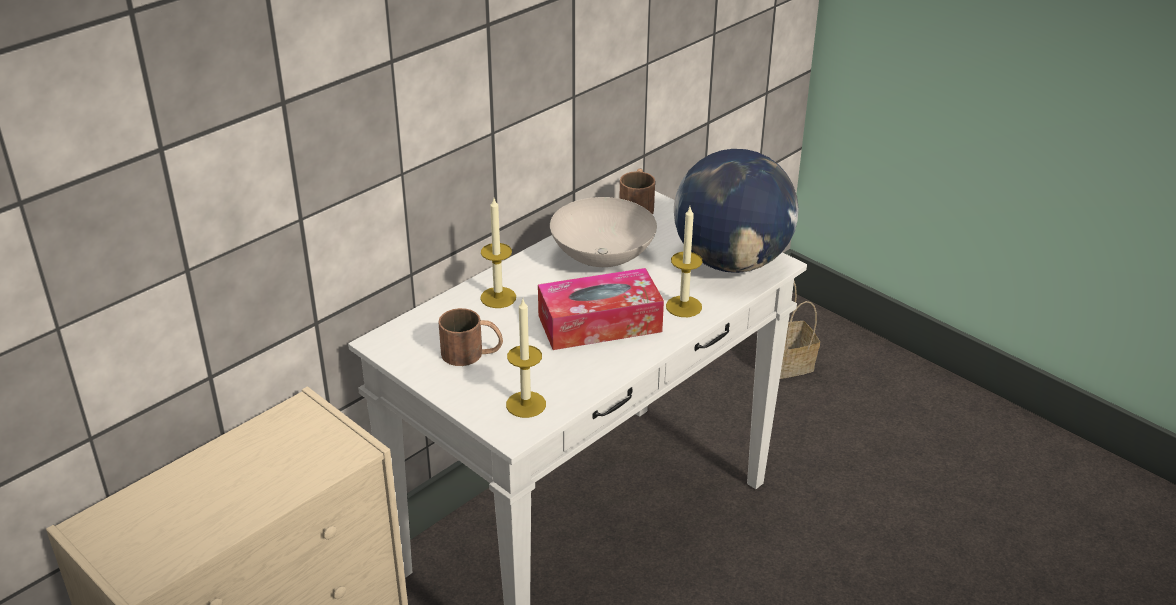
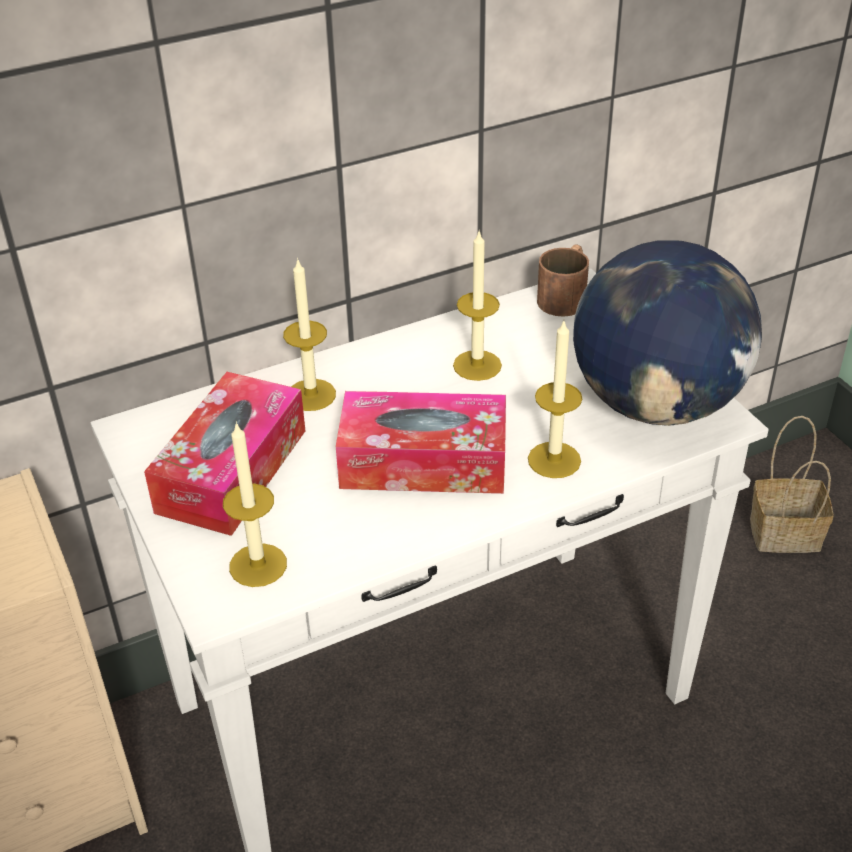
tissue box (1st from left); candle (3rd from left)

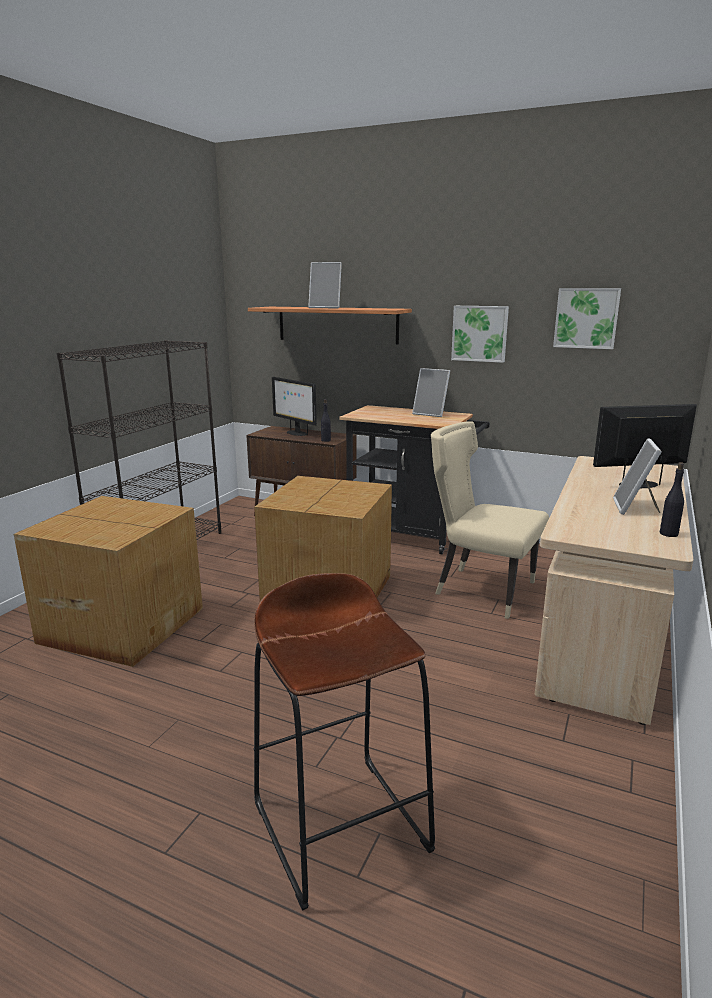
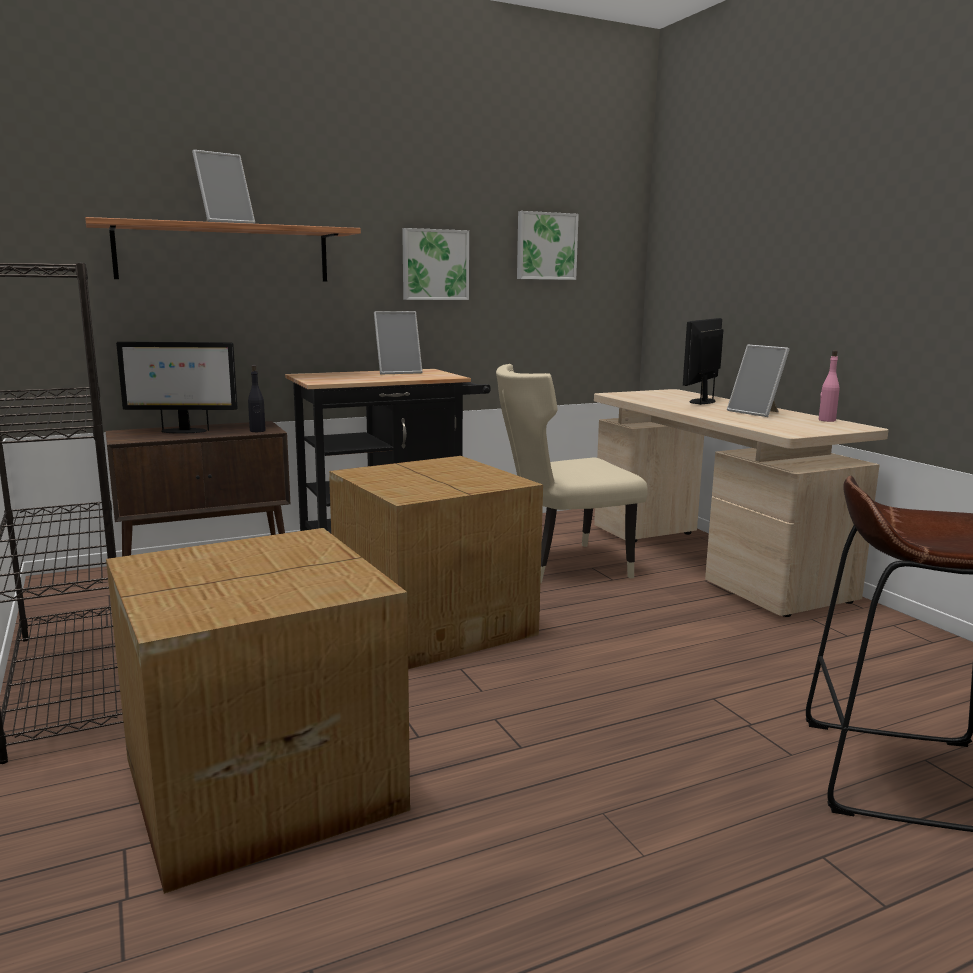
pink bottle

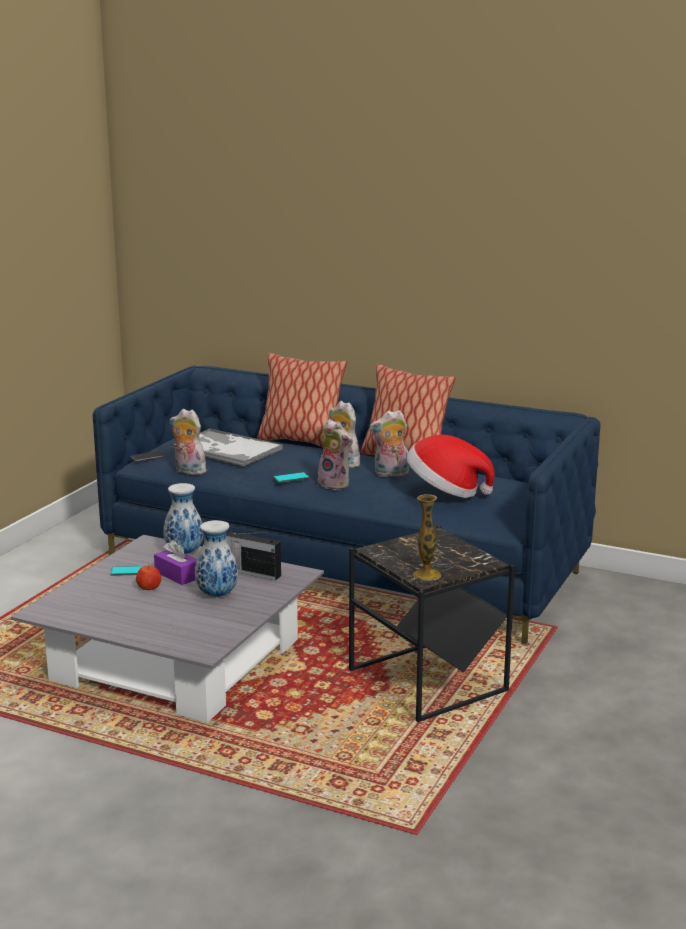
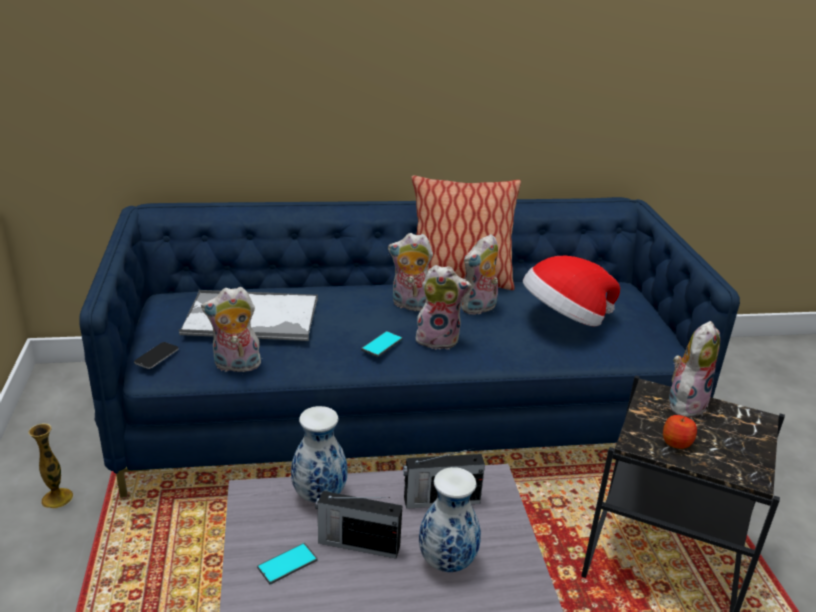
pillow (1st from left in the first image); plush toy (5th from left); apple; vase (1st from left); radio (1st from left)

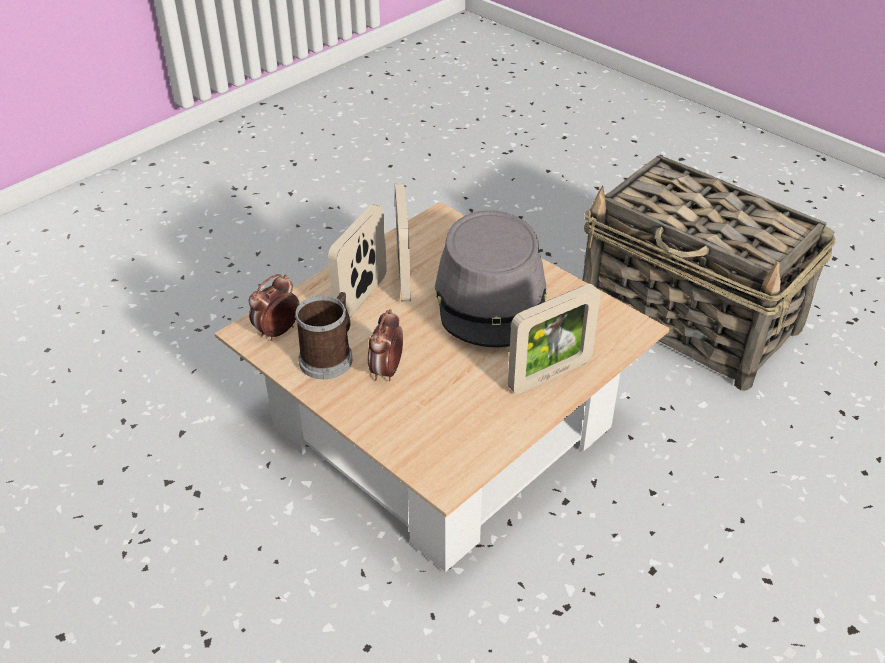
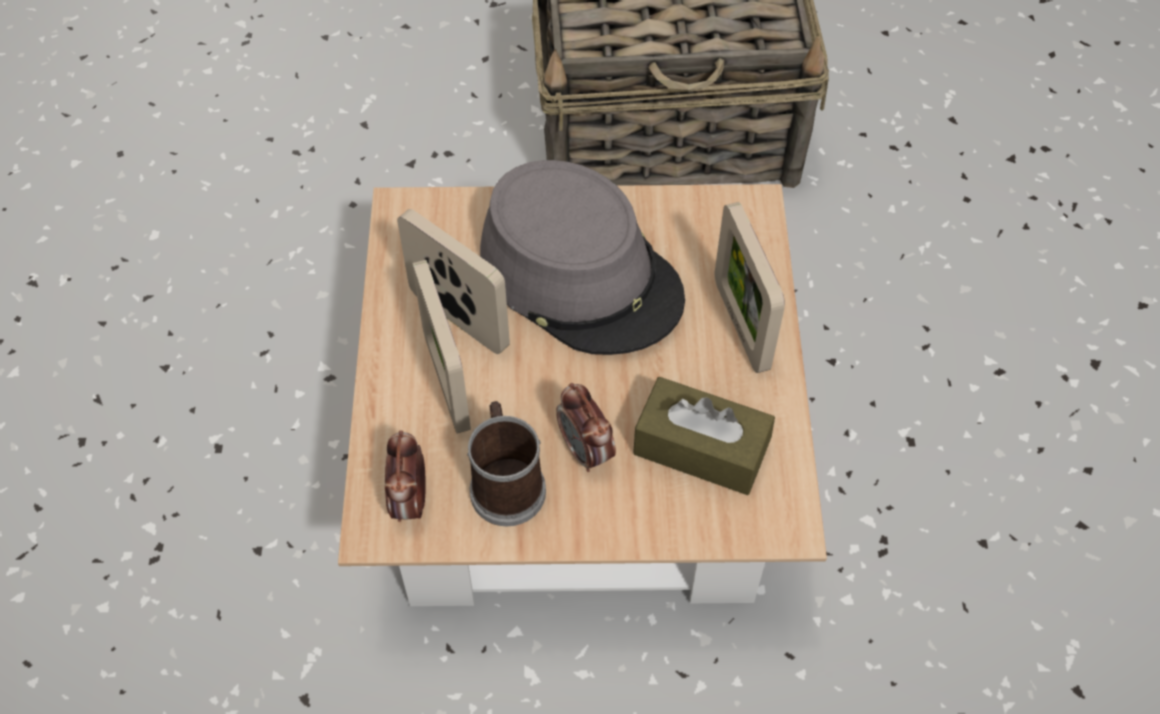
brown tissue box; picture frame (3rd from left)

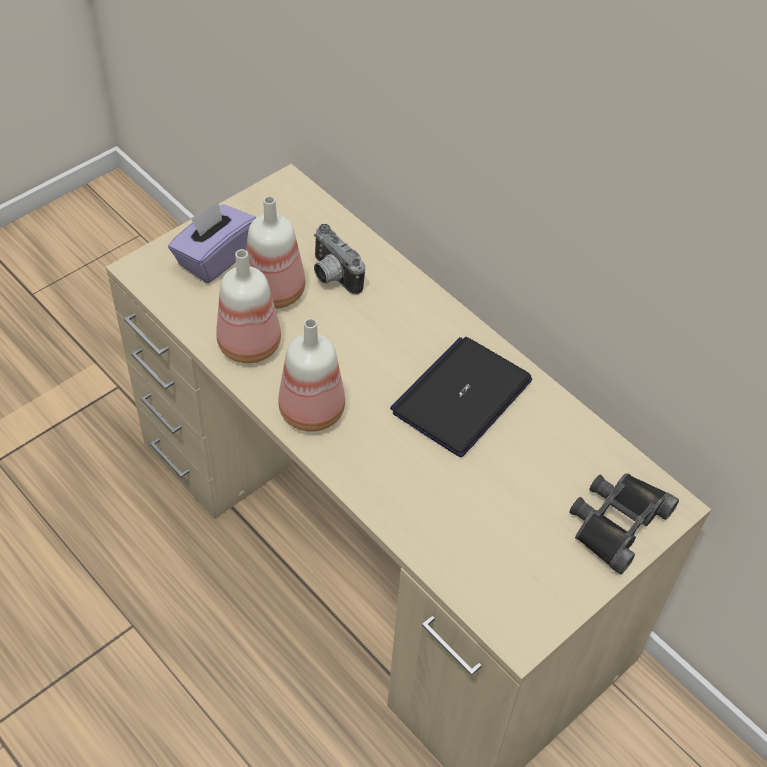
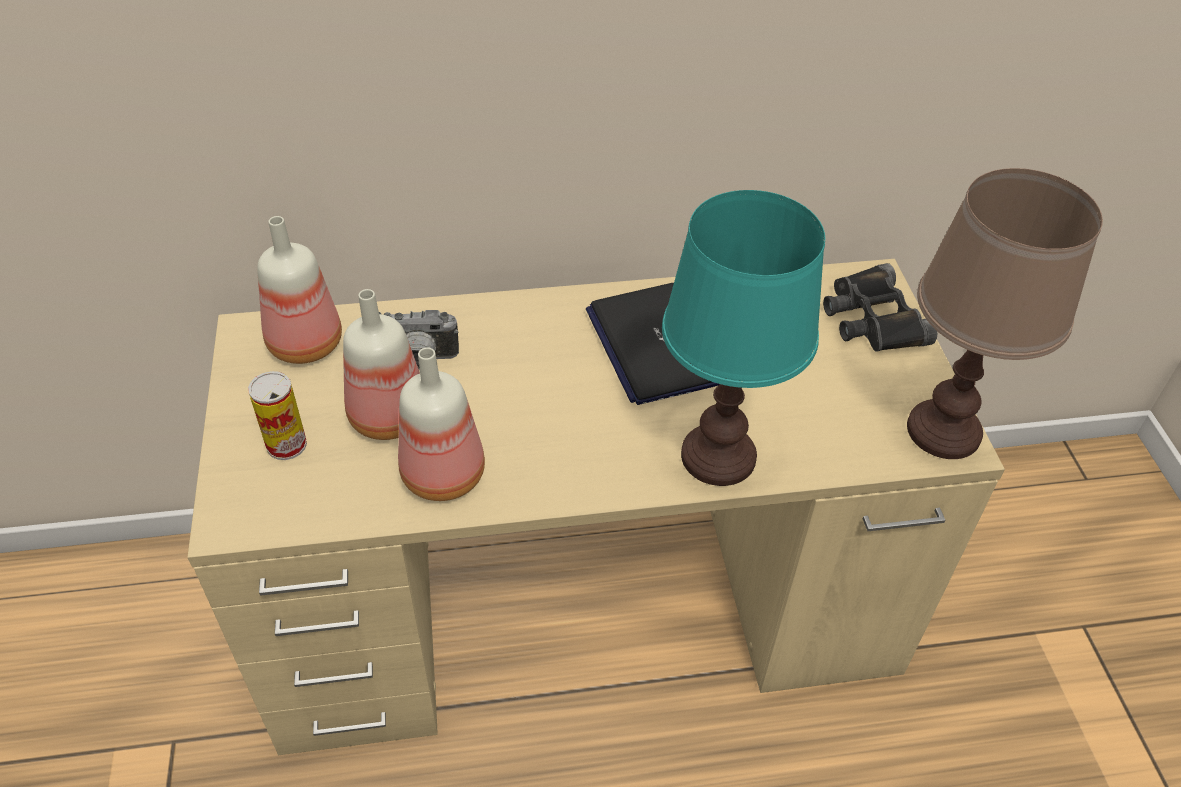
turquoise table lamp; brown table lamp; bottle (1st from left); can

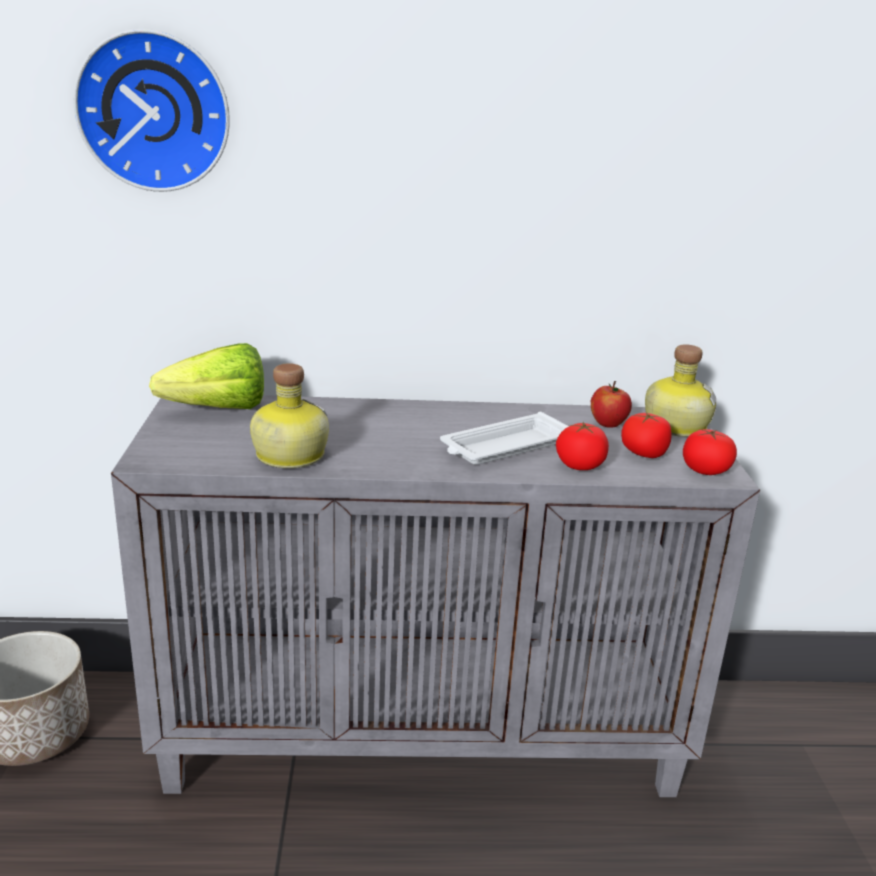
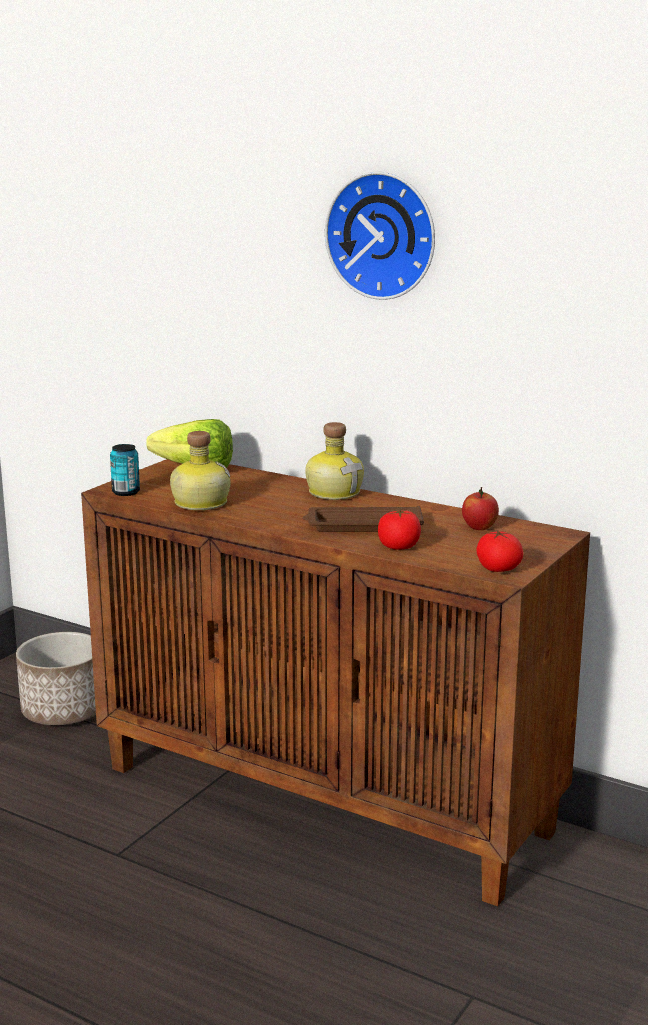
tomato (2nd from left in the first image); can; wall clock; bottle (2nd from left); brown cabinet; brown tray

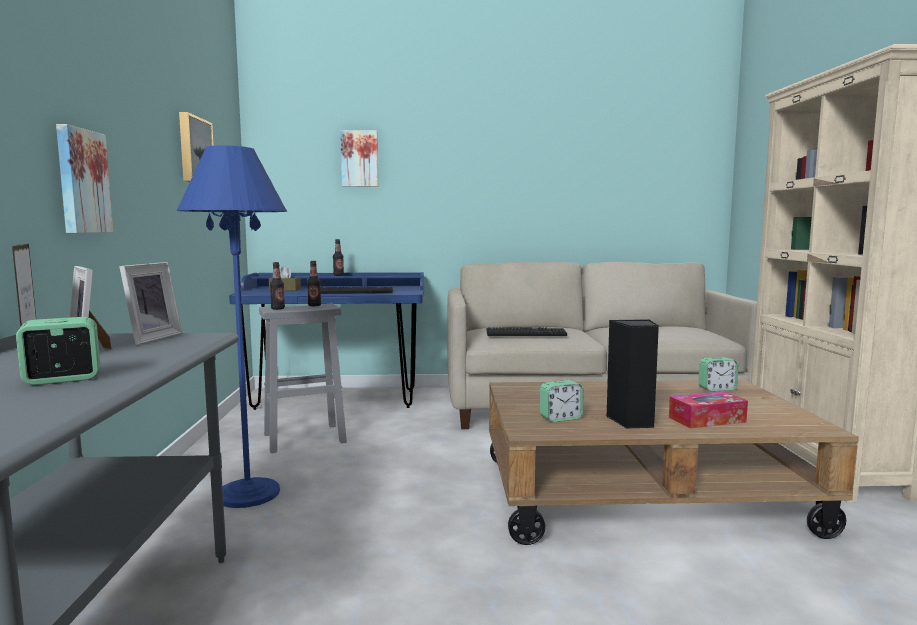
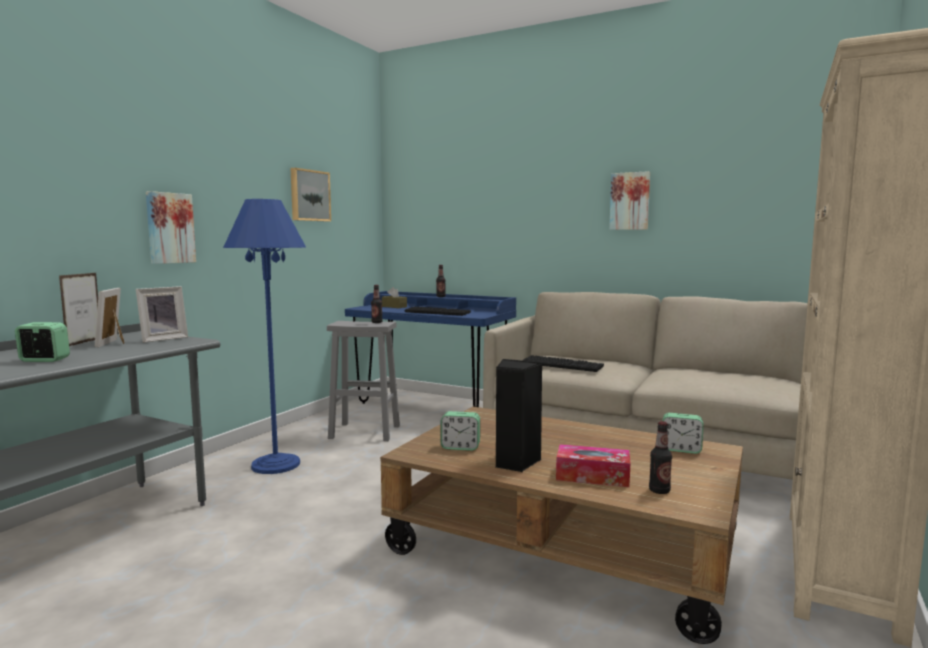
bottle (3rd from left); picture (3rd from left)

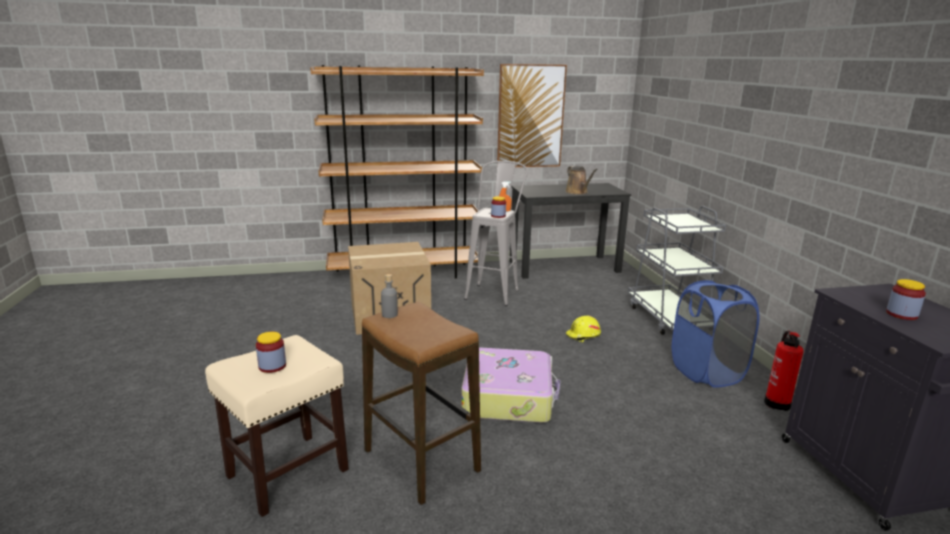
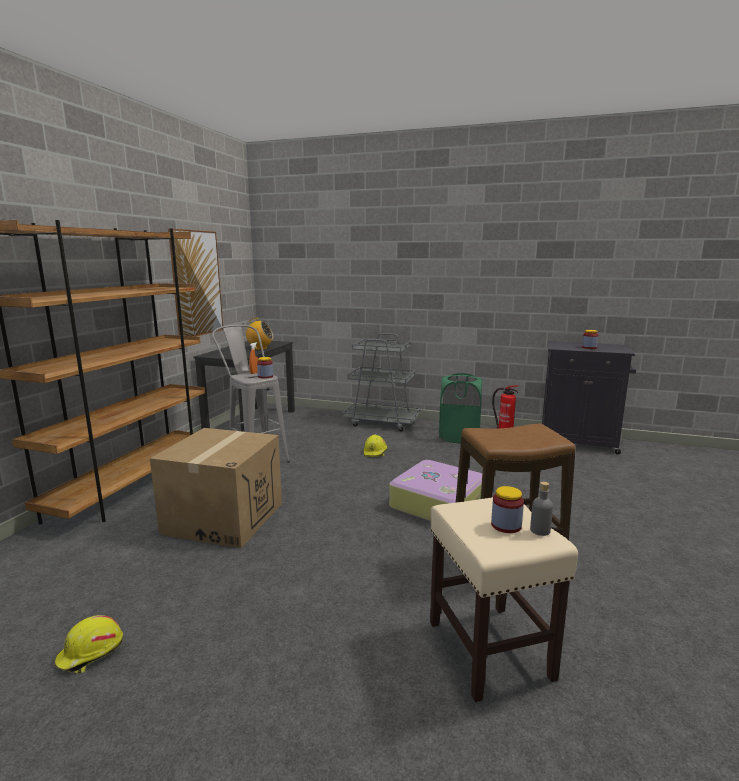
yellow hard hat (1st from left); grey bottle; radio; green laundry basket

